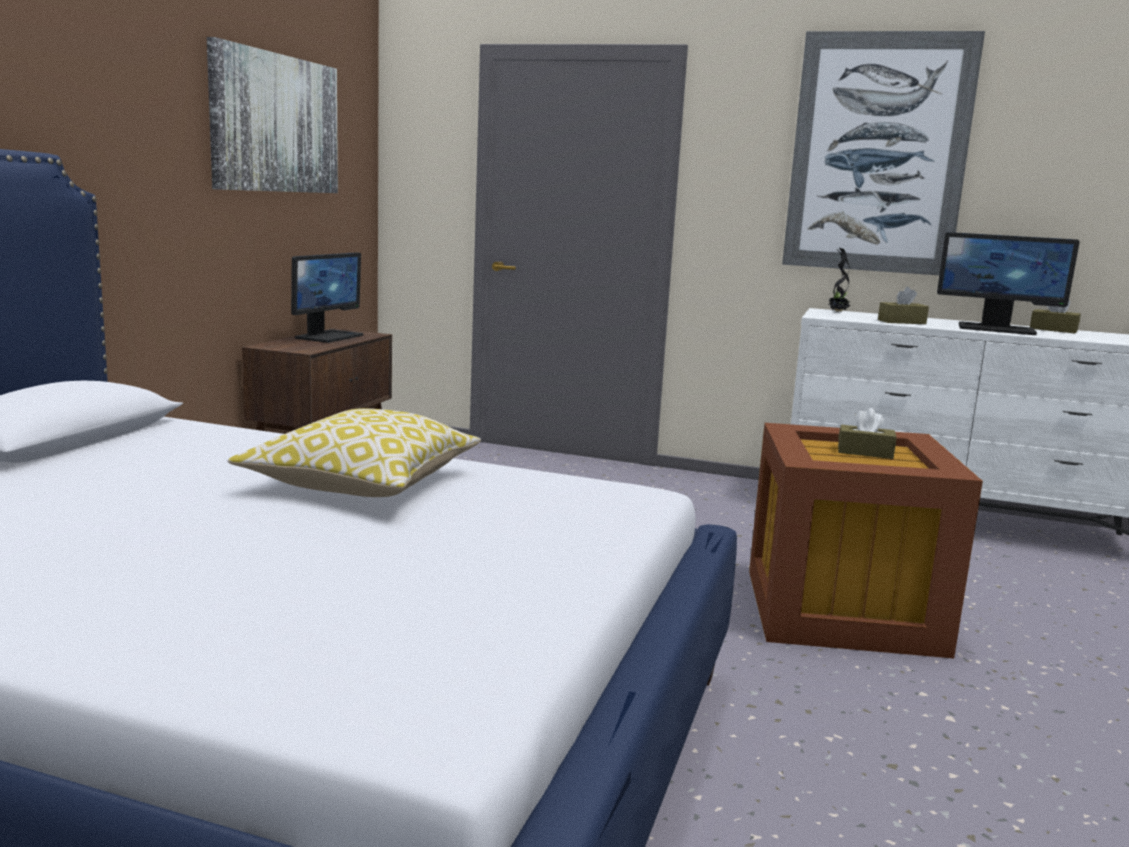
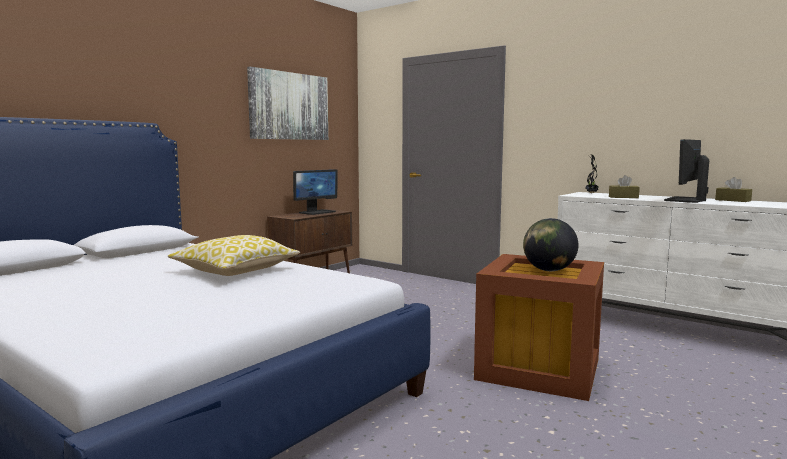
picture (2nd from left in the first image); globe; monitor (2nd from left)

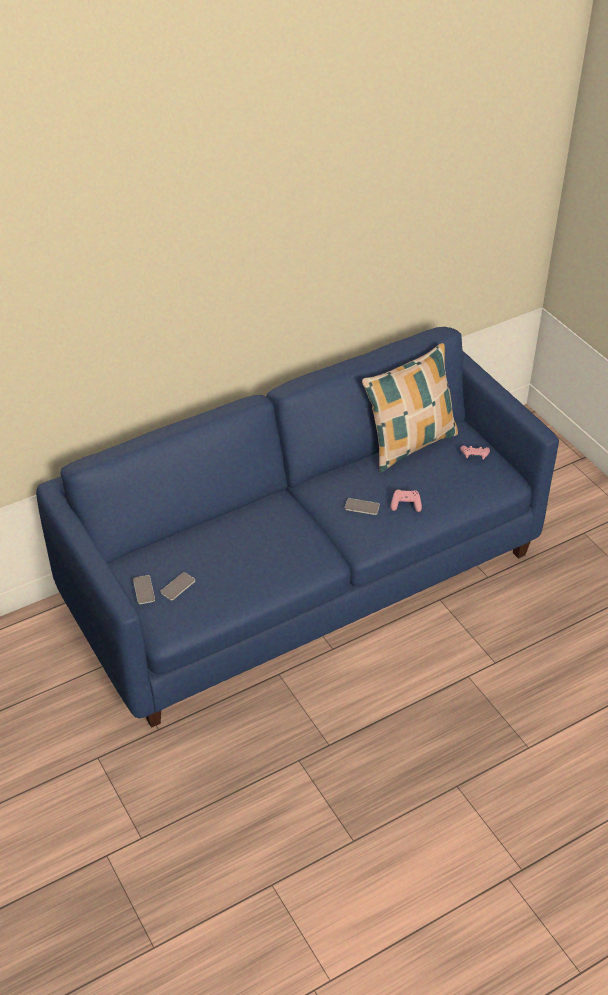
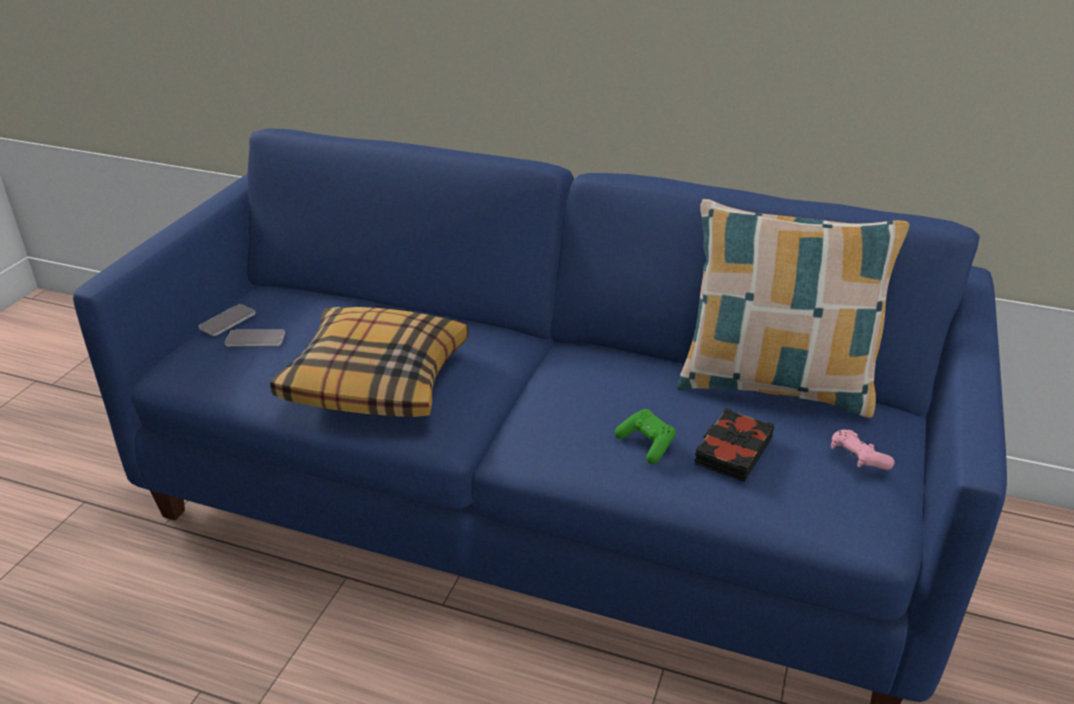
phone (3rd from left in the first image); pillow (1st from left); black book; green game controller

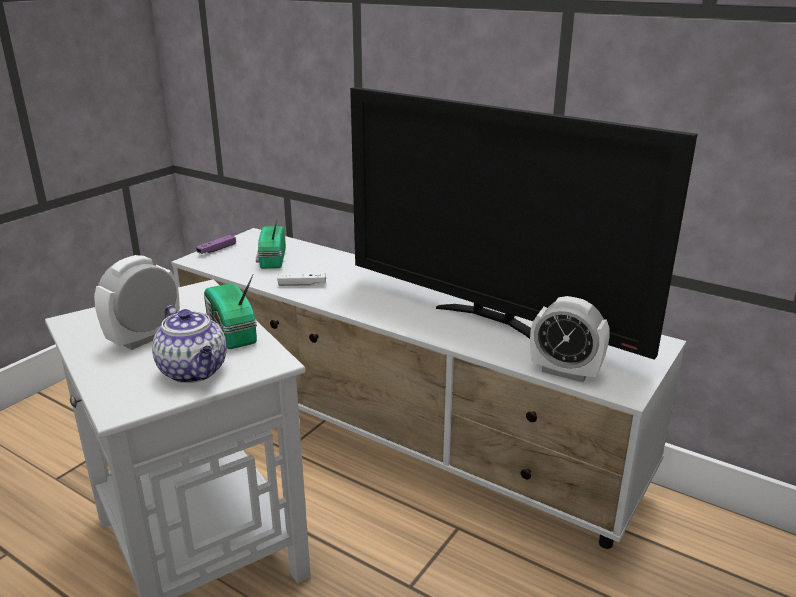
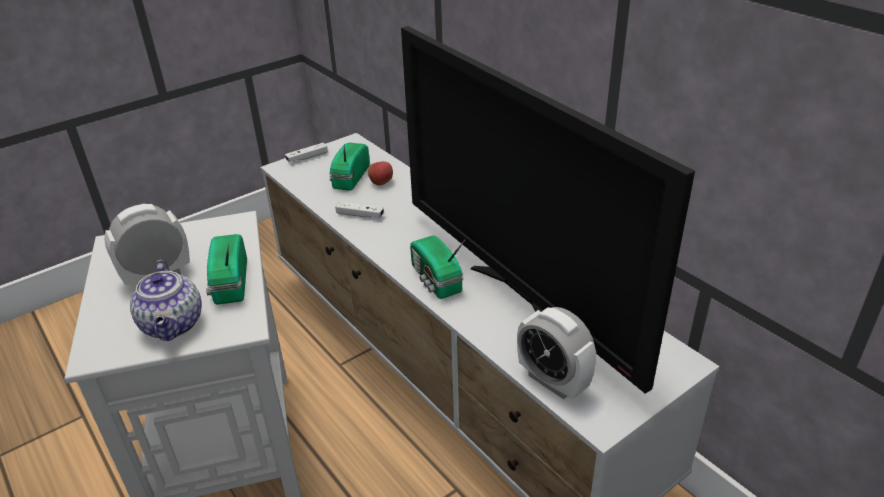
apple; radio (3rd from left); white game controller (1st from left)

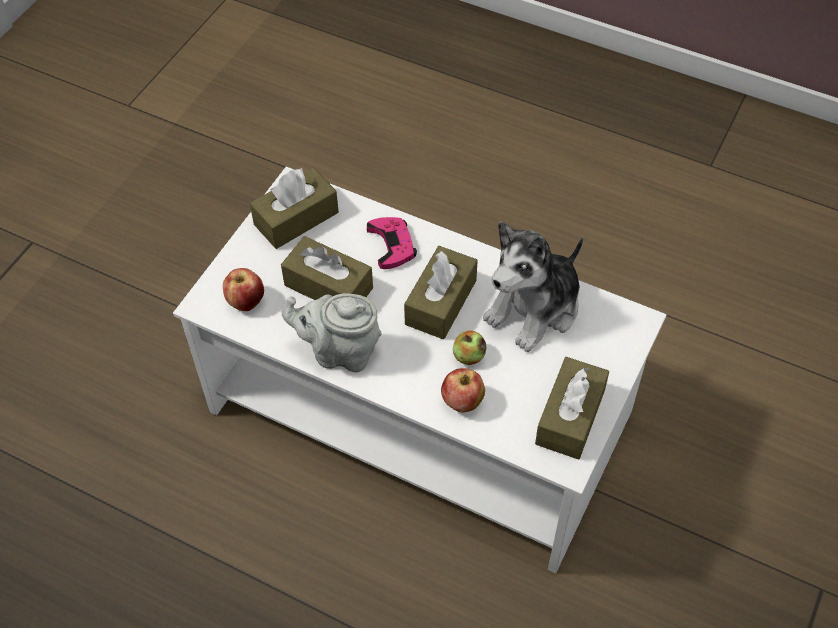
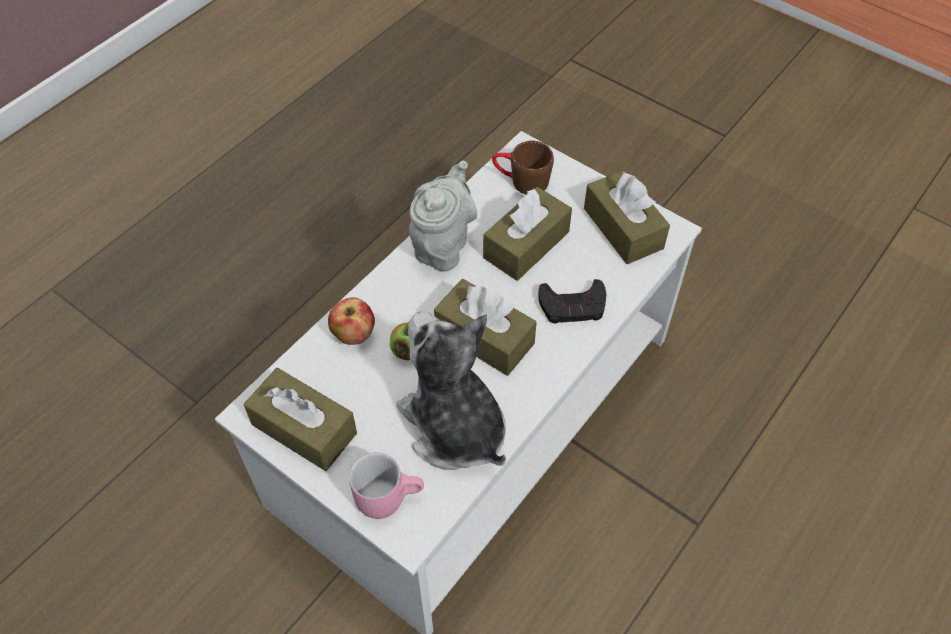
pink mug; brown mug; black game controller

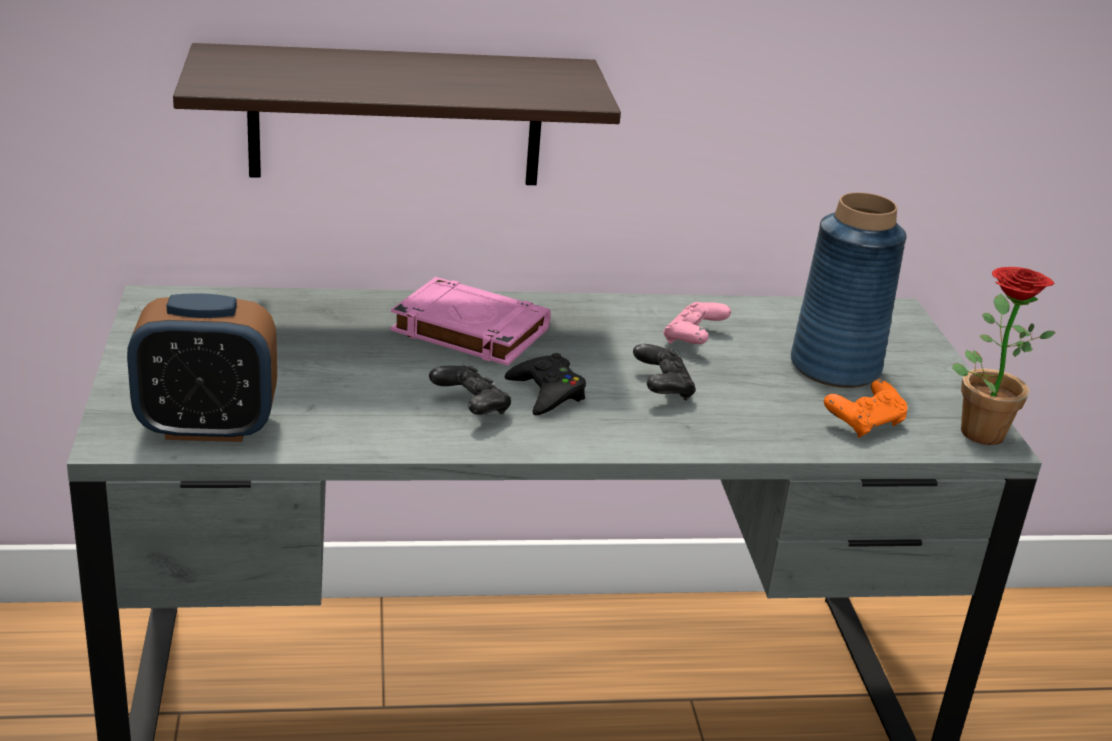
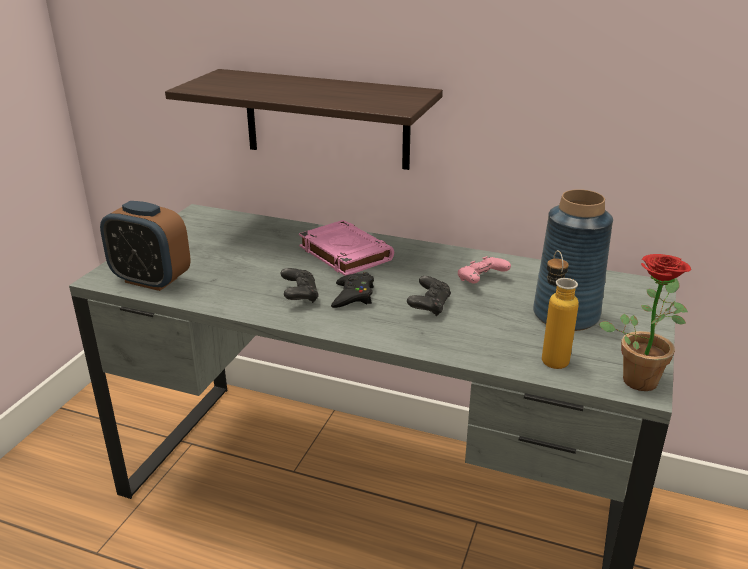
bottle

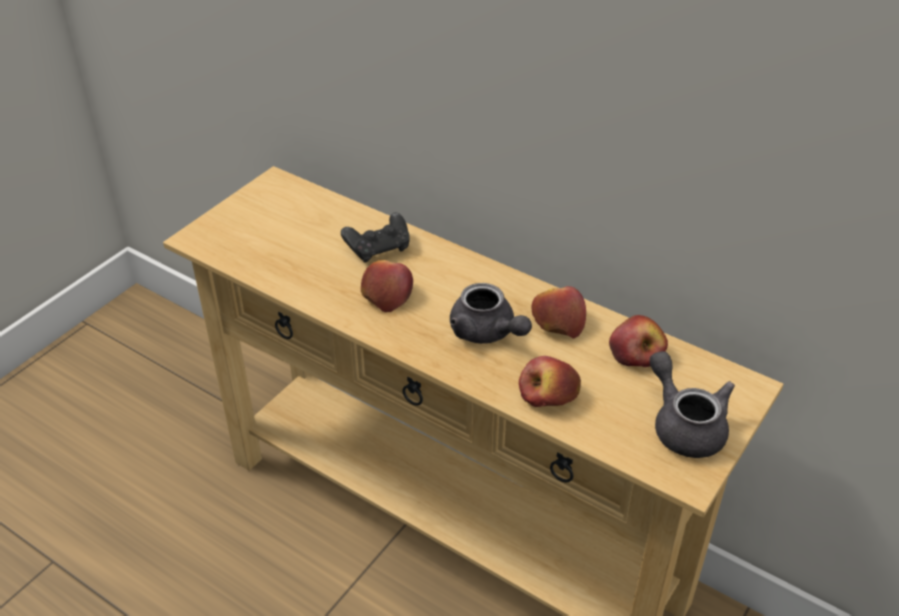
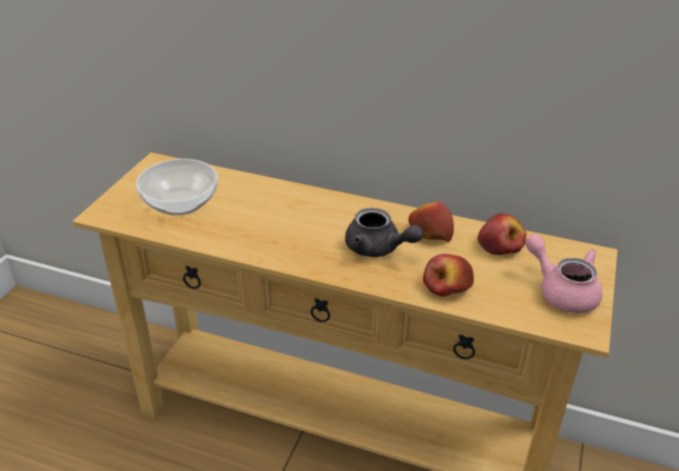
black game controller; apple (1st from left in the first image); bowl; pink teapot

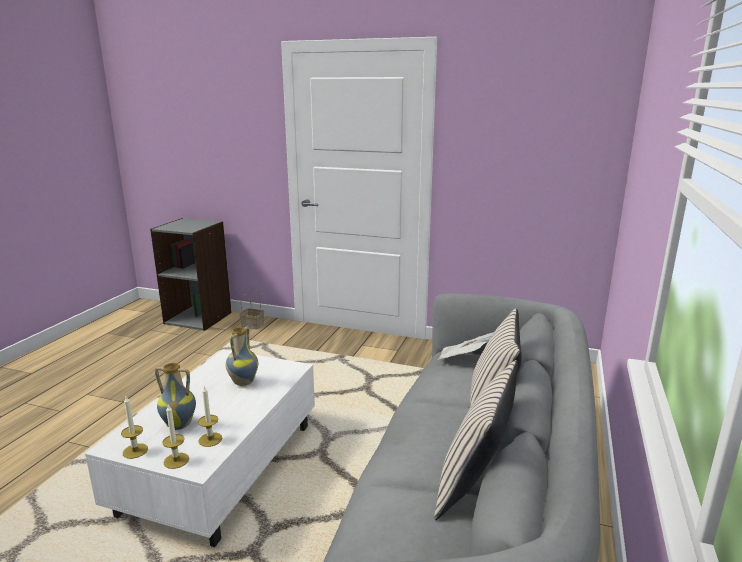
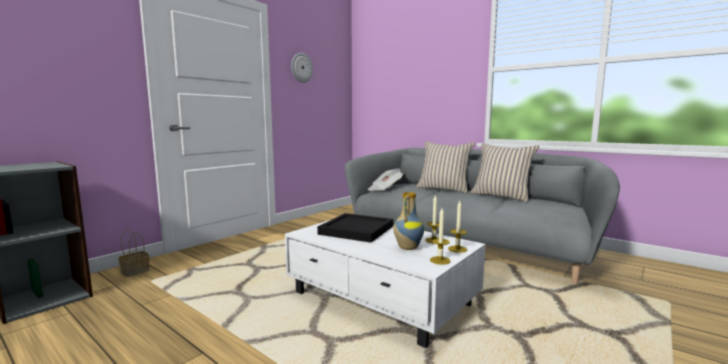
wall clock; black tray

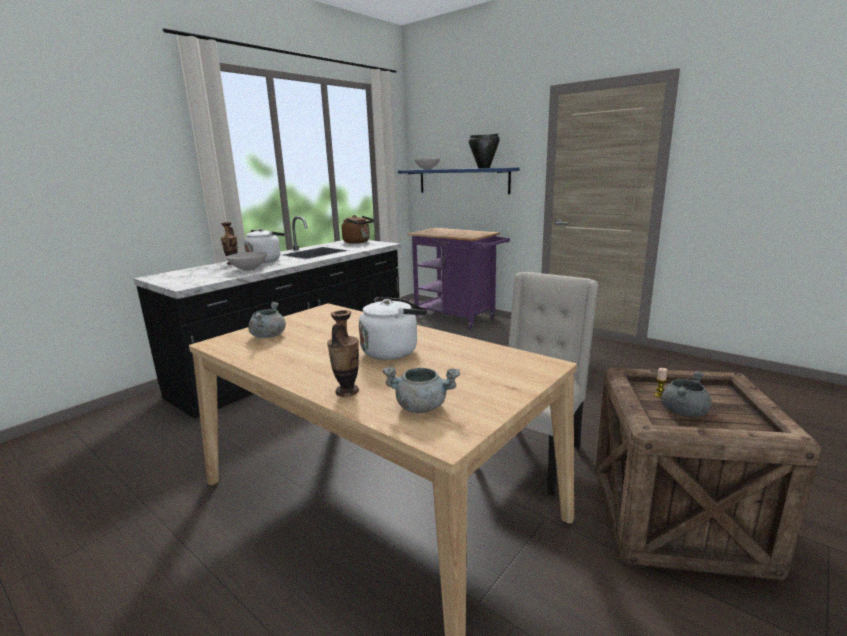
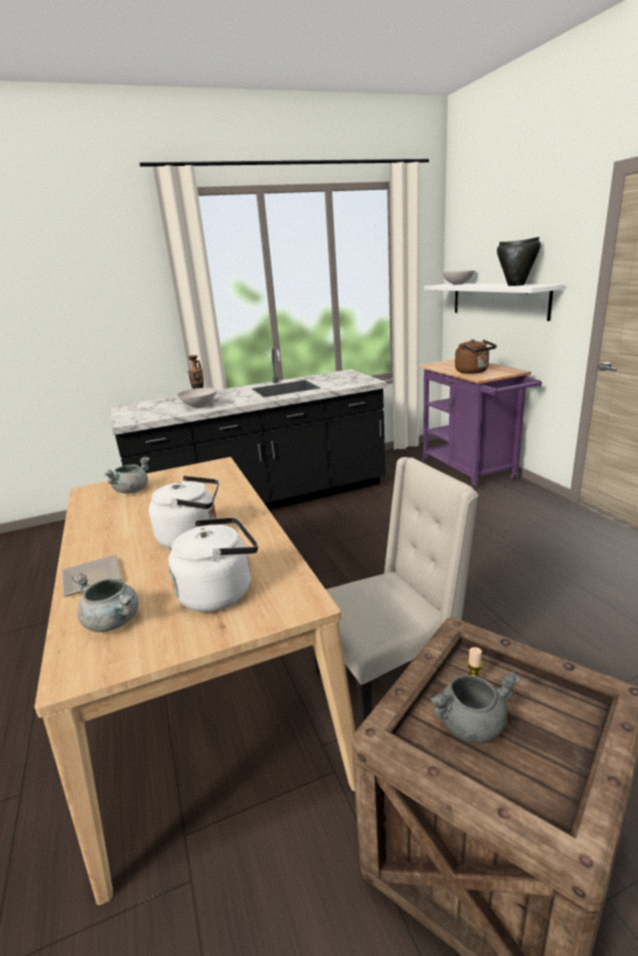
white kettle (2nd from left); brown kettle; plate; white shelf

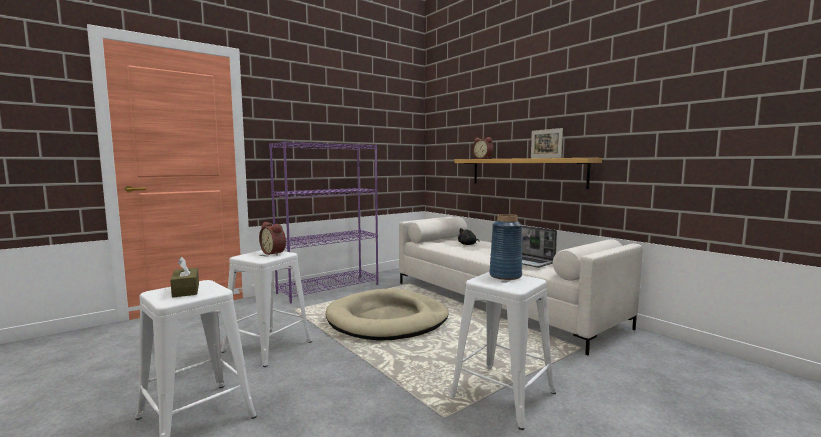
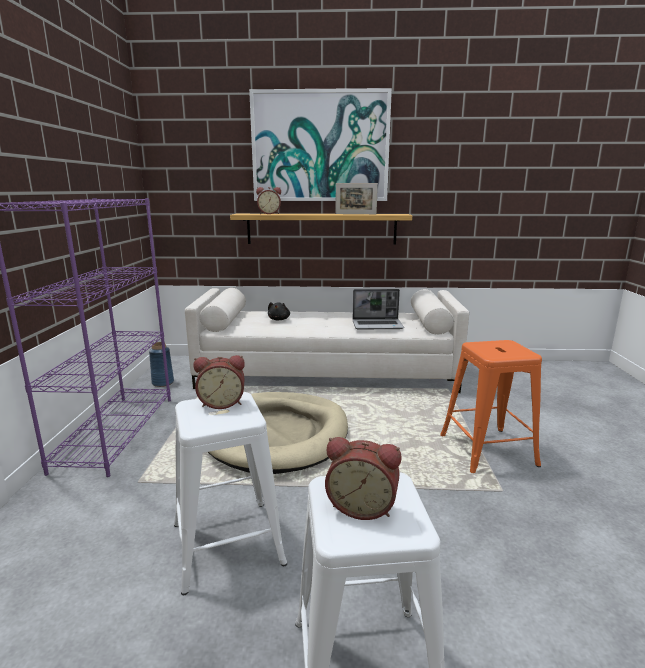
picture; blue vase; alarm clock (3rd from left); orange stool

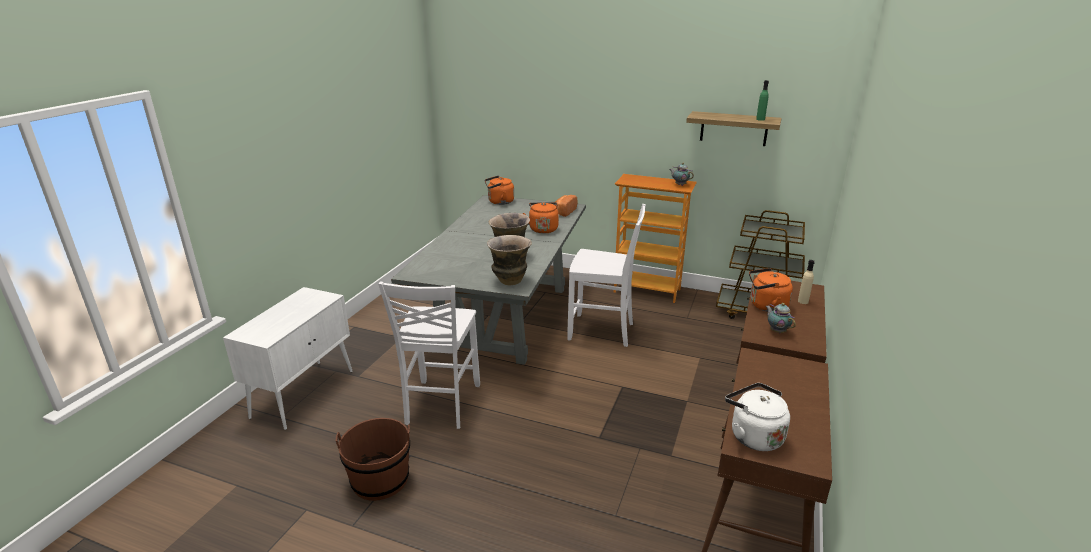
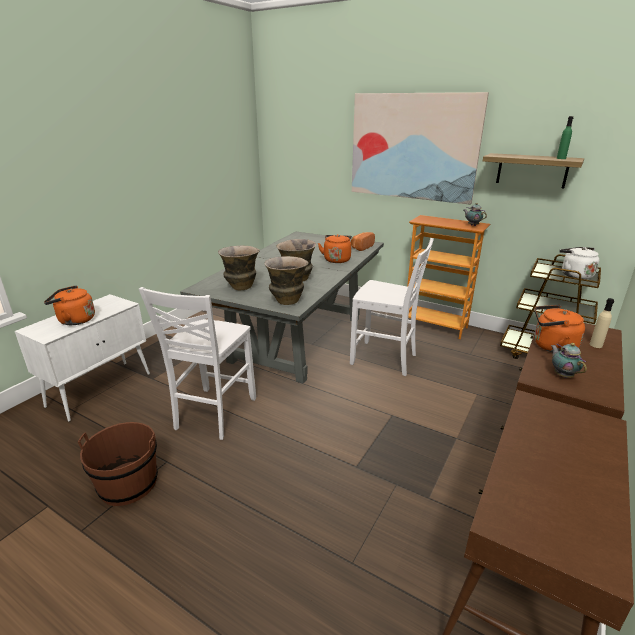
vase (1st from left); picture; orange kettle (1st from left); white kettle

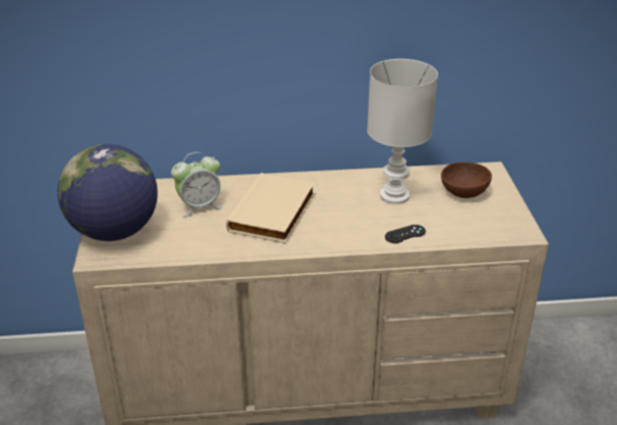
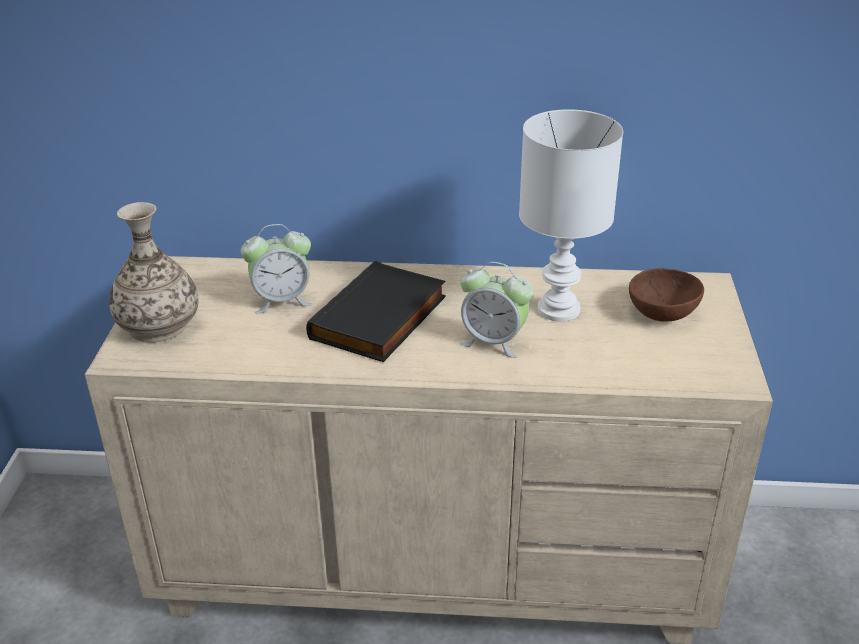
black game controller; alarm clock (2nd from left); vase; black book

